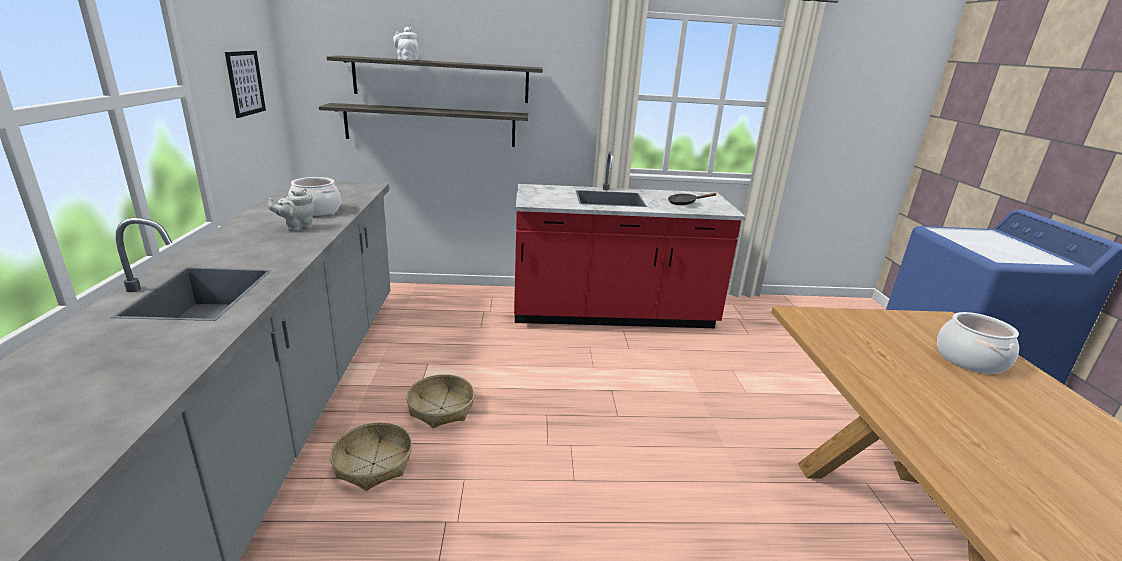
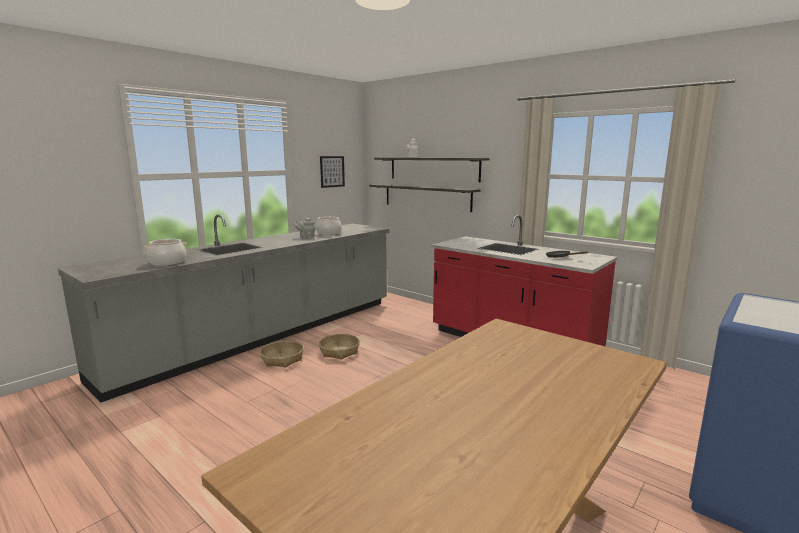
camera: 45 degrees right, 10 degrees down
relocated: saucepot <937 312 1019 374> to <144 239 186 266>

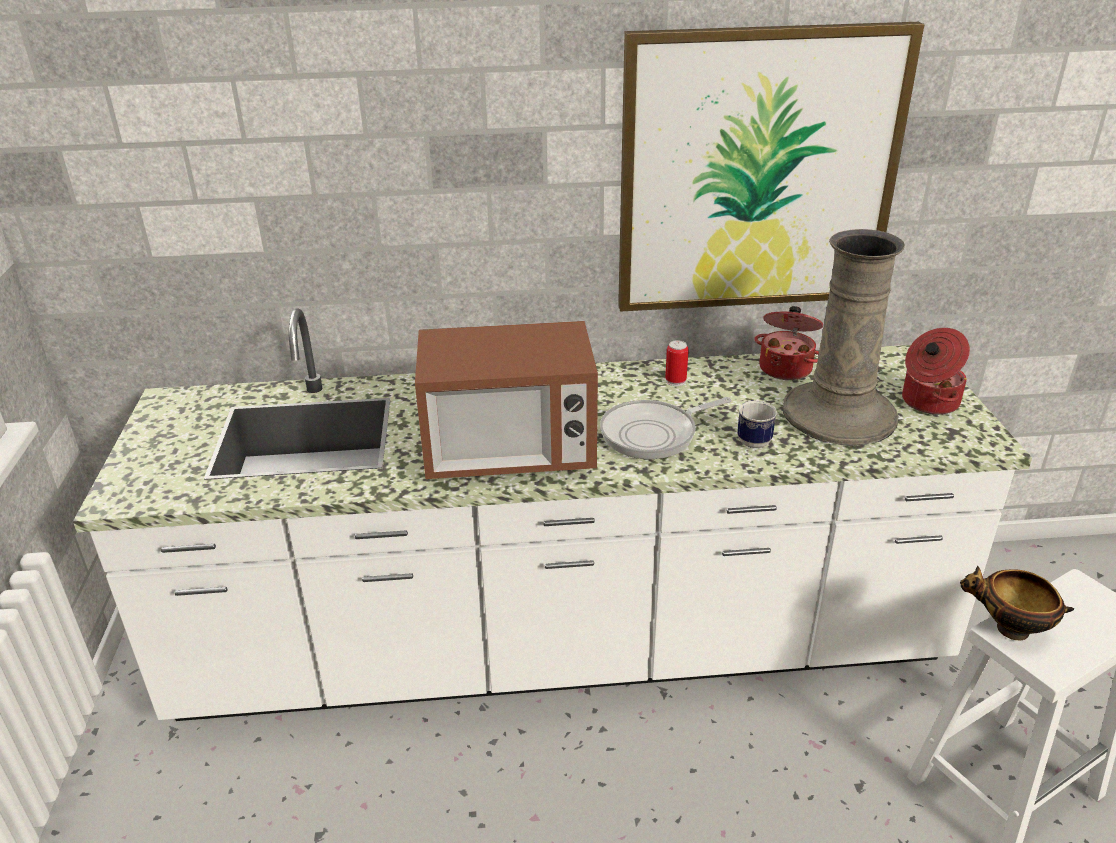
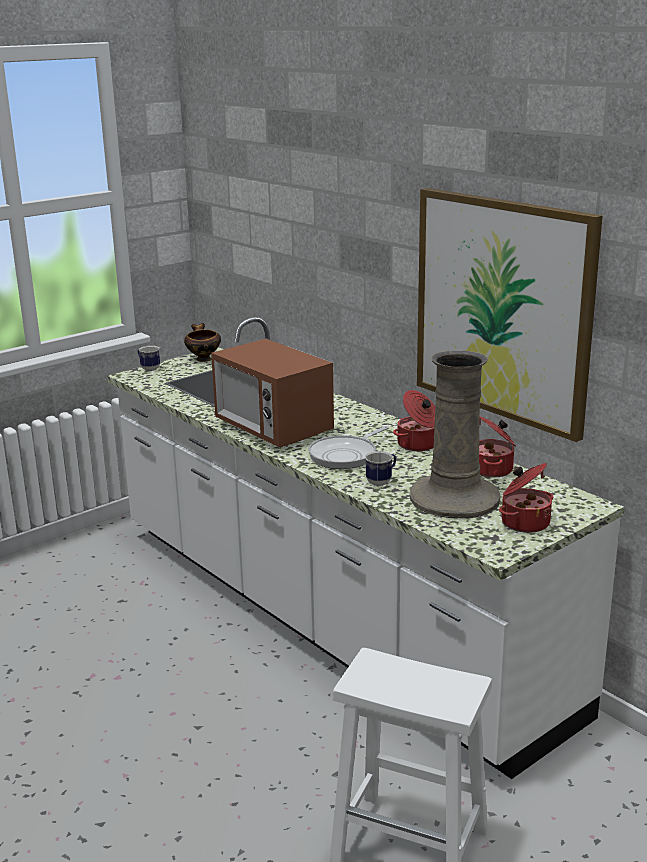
camera: 55 degrees right, 10 degrees down
appeared: coffee mug <138 346 160 371>
relocated: bowl <960 566 1074 640> to <184 323 221 362>
exchanged: can <665 340 689 386> to saucepot <393 390 435 451>
spun: frying pan <600 397 732 459> = <308 426 389 469> 75 degrees counterclockwise

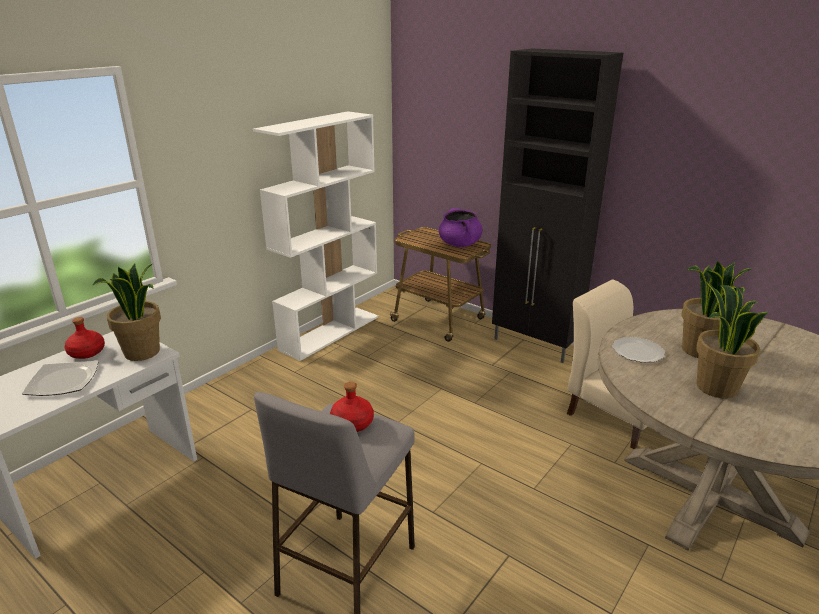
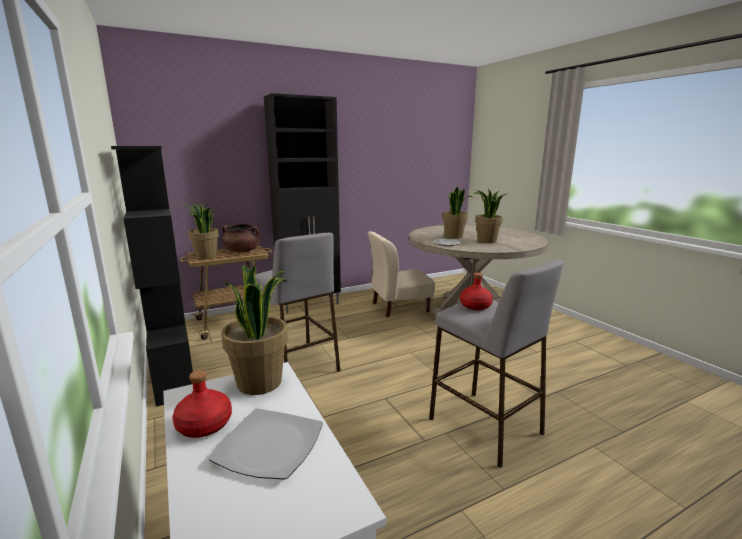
camera: 65 degrees left, 10 degrees down
appeared: potted plant <182 202 219 259>; gray stool <255 233 340 372>
colour: white bookcase <253 111 378 361> to black bookcase <111 146 193 407>; purplish saucepot <439 208 482 247> to brownish saucepot <222 224 260 252>

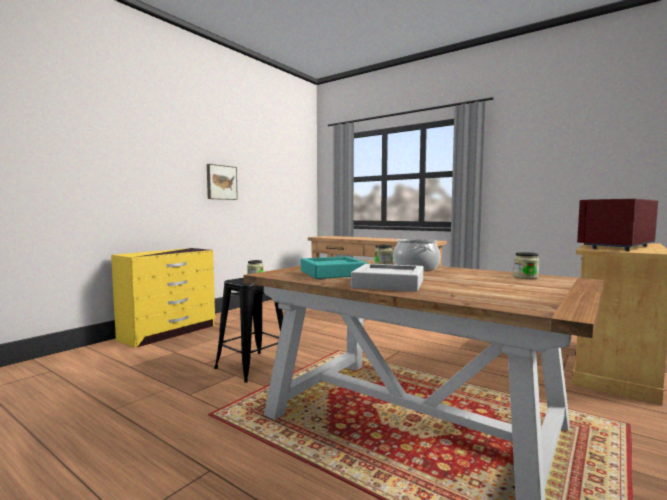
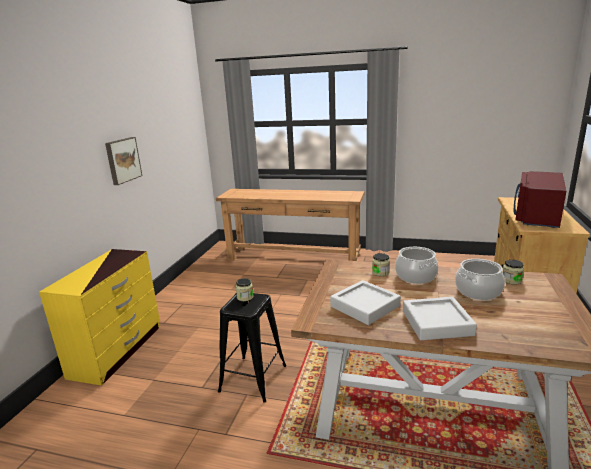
camera: 20 degrees left, 15 degrees up
appeared: saucepot <455 259 505 300>
colour: blue-green carrying tray <301 256 368 279> to gray carrying tray <330 280 401 325>

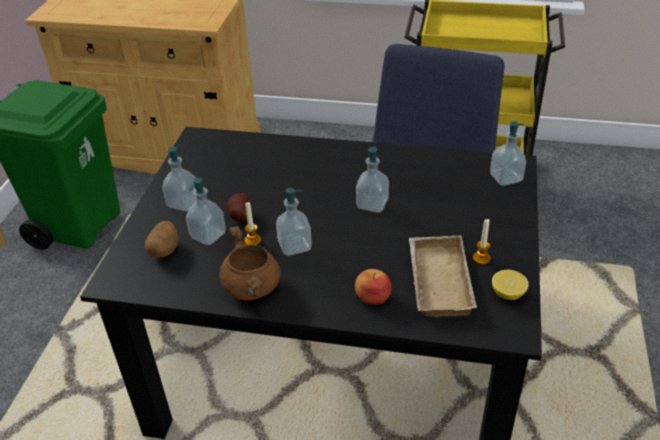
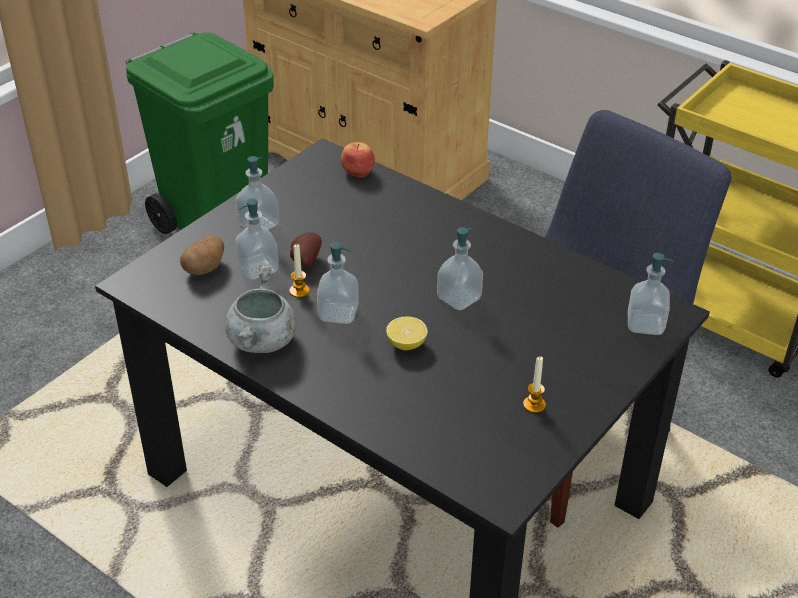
camera: 25 degrees right, 0 degrees up
missing: sand-coloured carrying tray <408 235 477 317>
relocated: apple fruit <355 269 391 305> to <341 142 375 177>; citrus fruit <492 270 529 300> to <386 316 428 350>
colour: brownish saucepot <220 226 280 300> to gray saucepot <225 265 296 353>

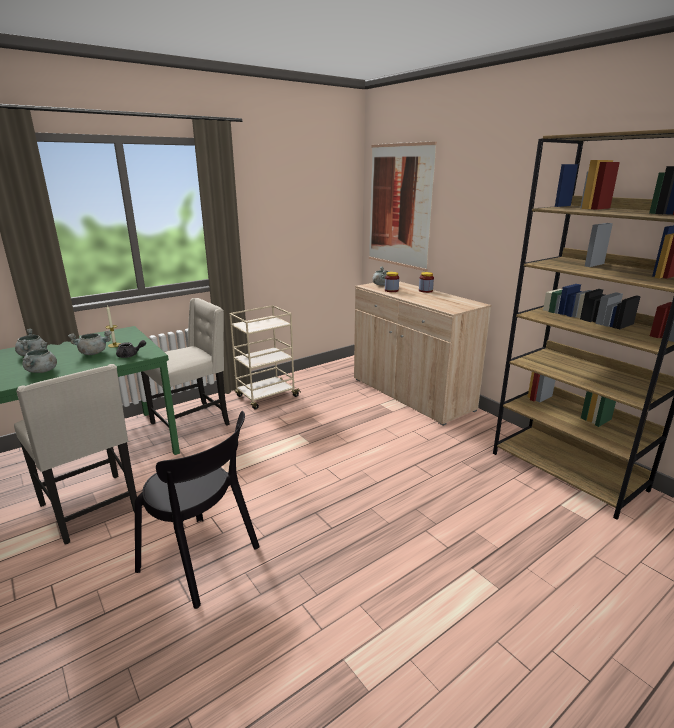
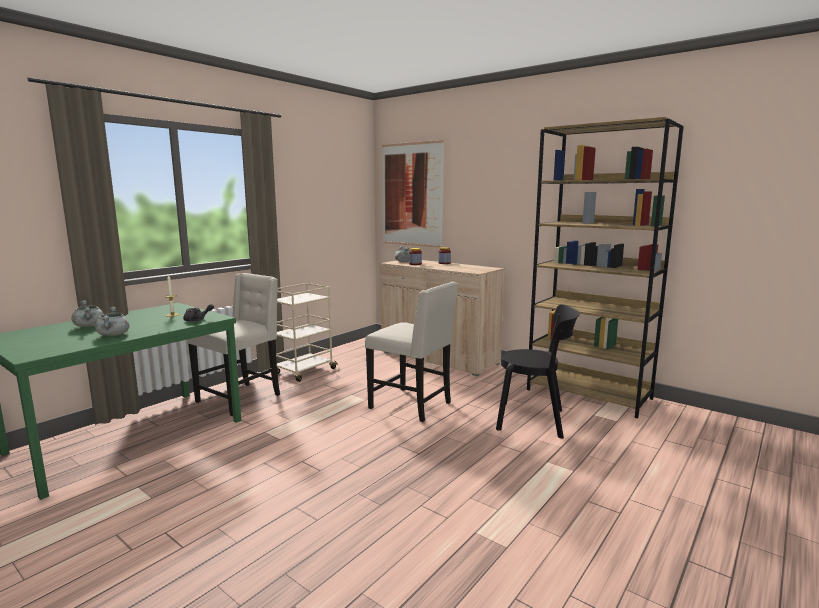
camera: 15 degrees left, 10 degrees down
missing: gray saucepot <68 331 112 355>
relocated: sand-coloured plain chair <14 364 137 545> to <365 282 458 422>; black plain chair <135 411 260 609> to <496 304 579 439>

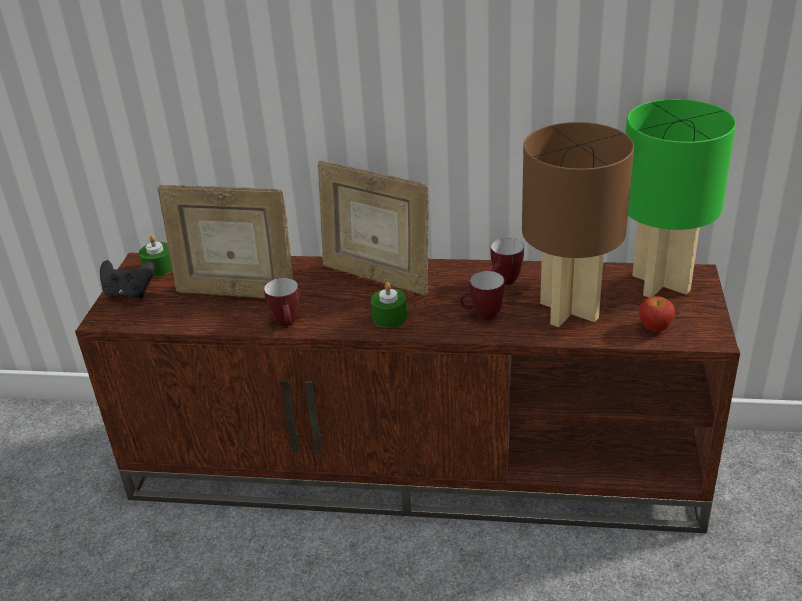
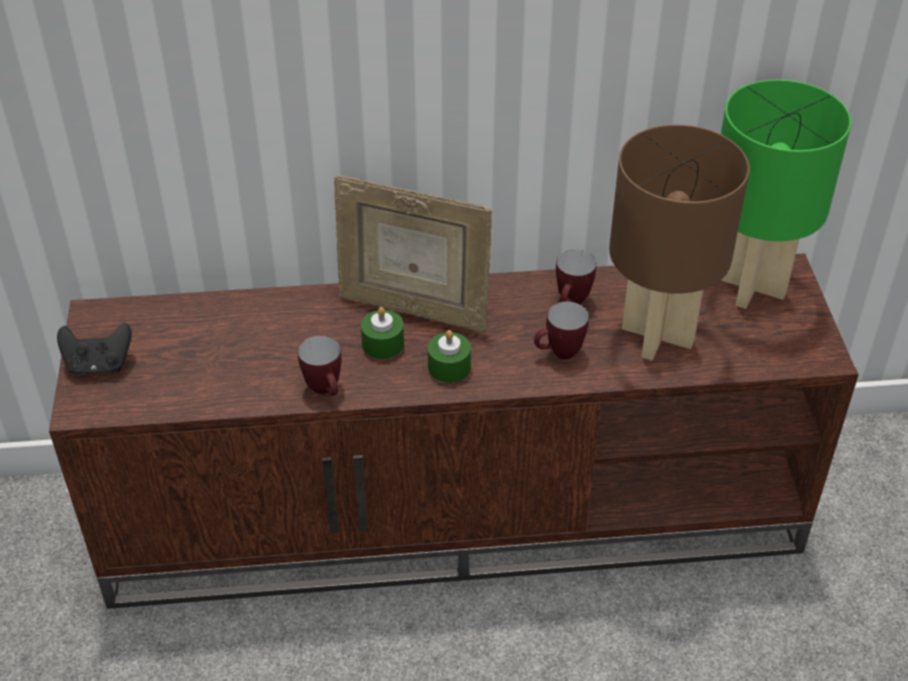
camera: 15 degrees left, 10 degrees up
missing: standing frame <157 185 293 298>; apple fruit <639 296 675 332>
relocated: green-coloured candle <139 235 172 277> to <361 307 404 359>

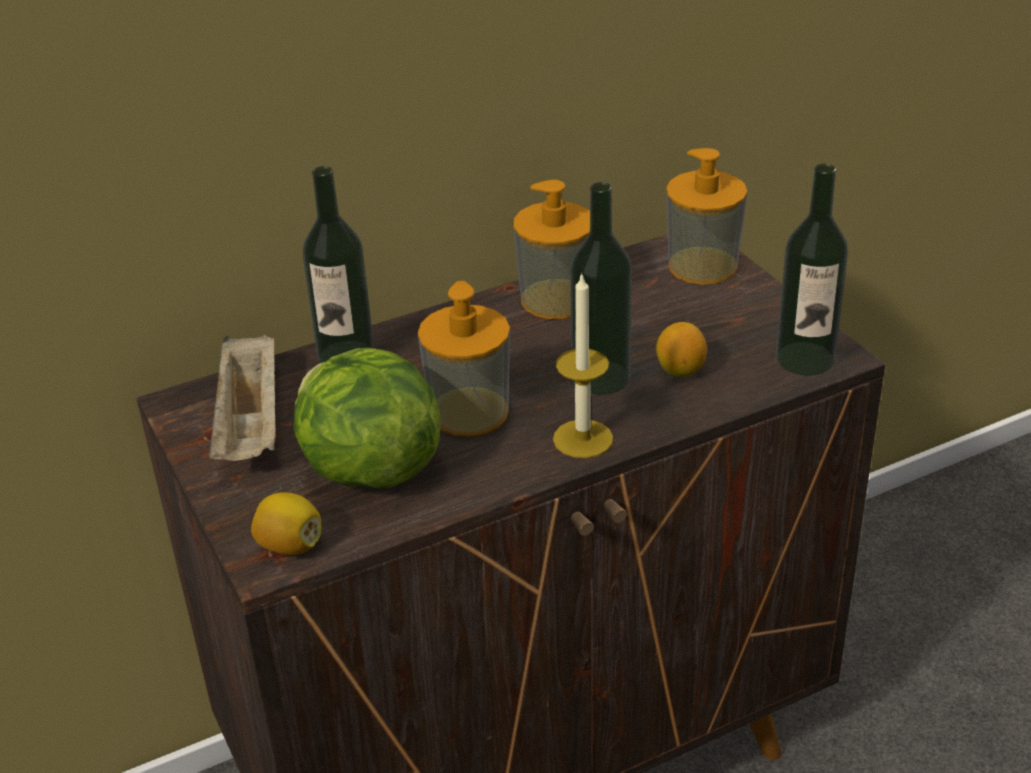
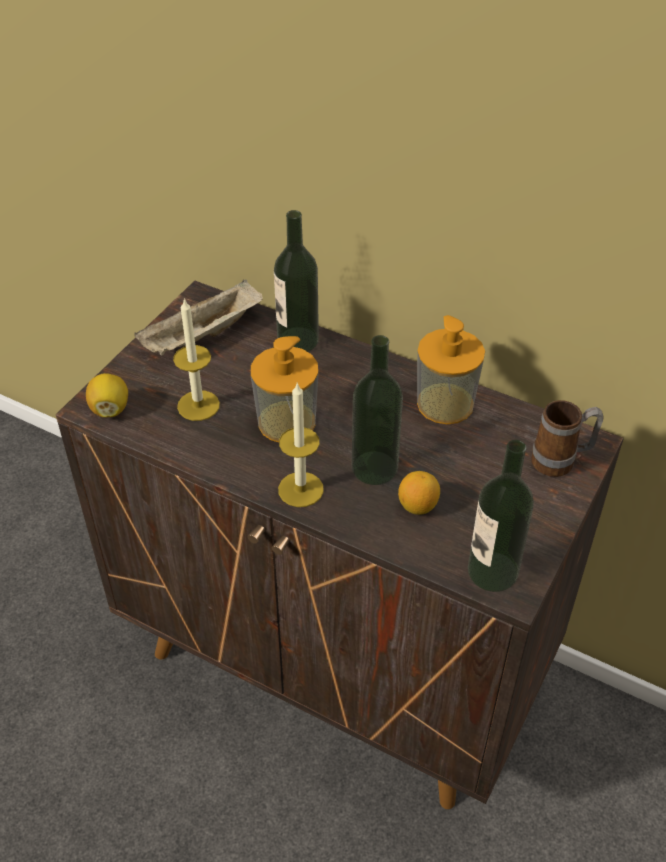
camera: 55 degrees right, 10 degrees up
exchanged: head of lettuce <294 348 441 488> to candle <173 298 220 421>; soap bottle <666 148 747 284> to coffee mug <531 400 604 477>

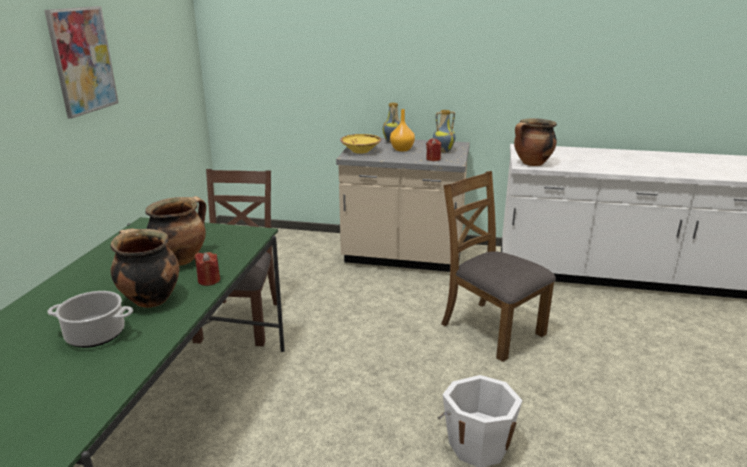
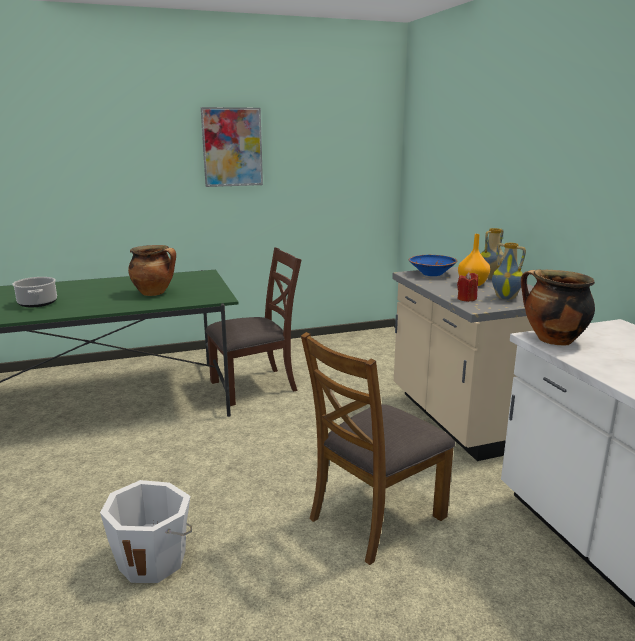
camera: 60 degrees right, 5 degrees down
missing: saucepot <111 228 179 308>; reddish candle <195 252 220 286>
colour: yellow-coloured bowl <340 134 381 154> to blue-coloured bowl <409 255 457 276>
spun: brownish plain chair <441 171 556 362> = <301 332 455 565> 150 degrees counterclockwise

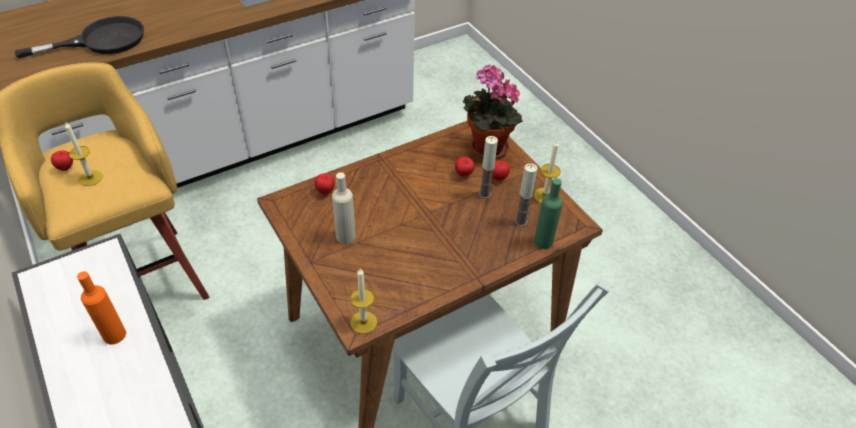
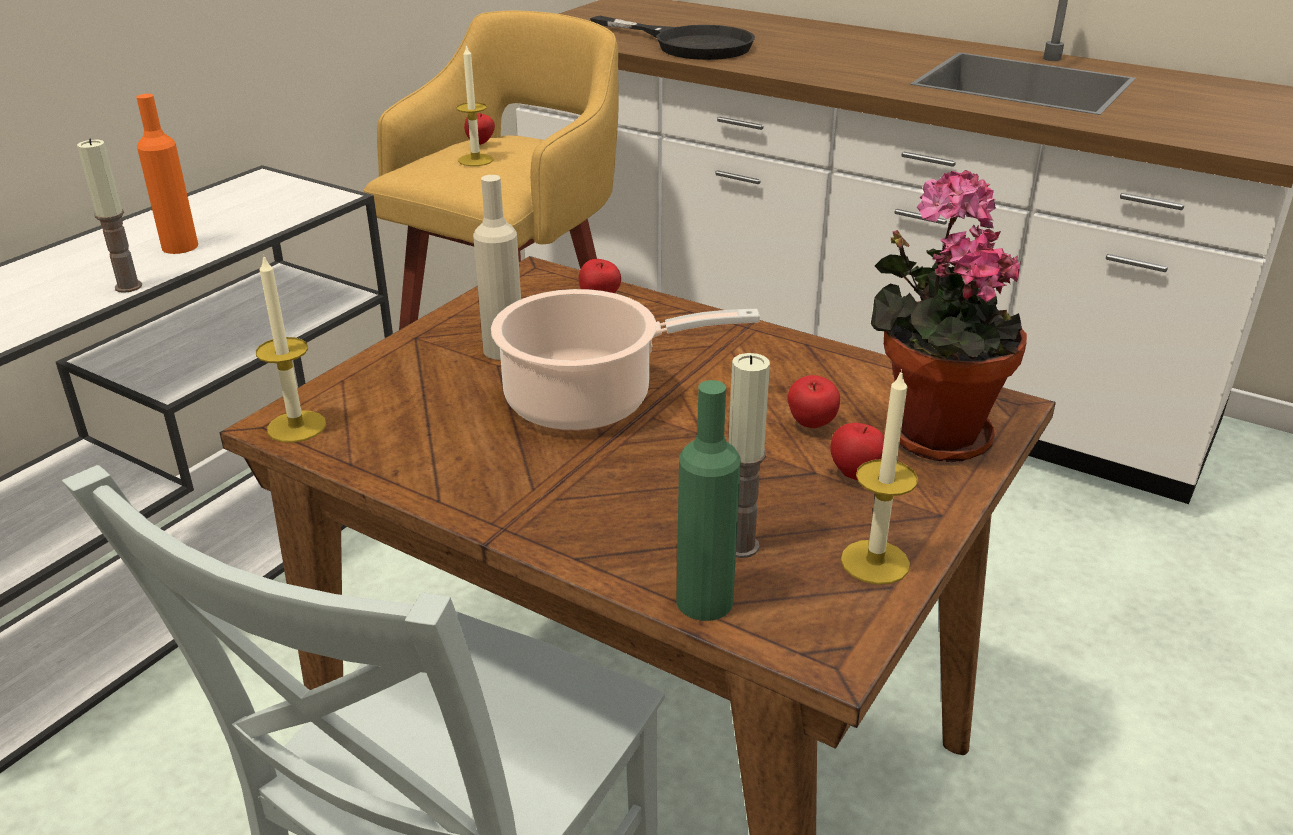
camera: 65 degrees right, 15 degrees down
appeared: saucepot <491 289 760 431>
relocated: candle <479 136 498 199> to <77 138 142 293>

